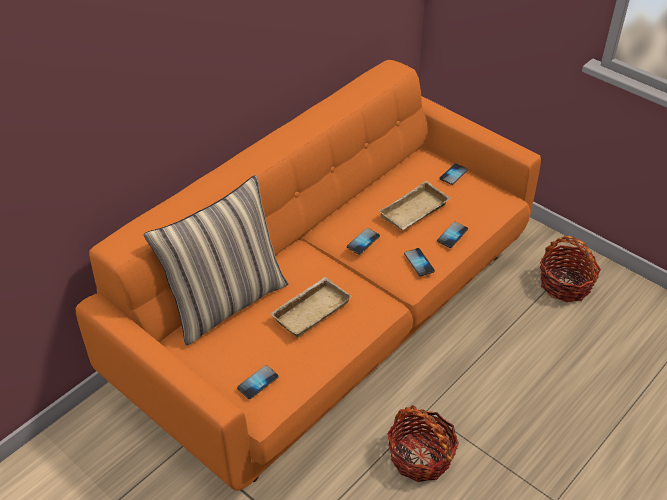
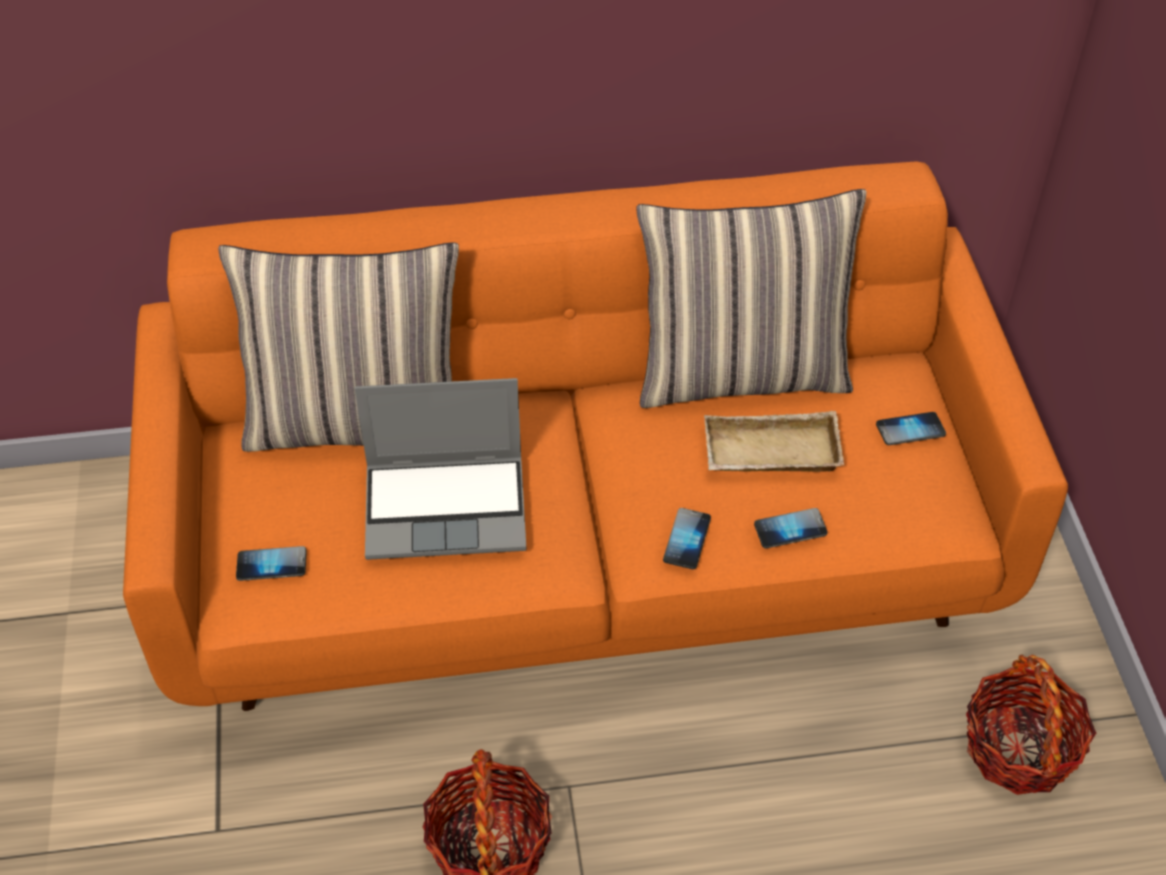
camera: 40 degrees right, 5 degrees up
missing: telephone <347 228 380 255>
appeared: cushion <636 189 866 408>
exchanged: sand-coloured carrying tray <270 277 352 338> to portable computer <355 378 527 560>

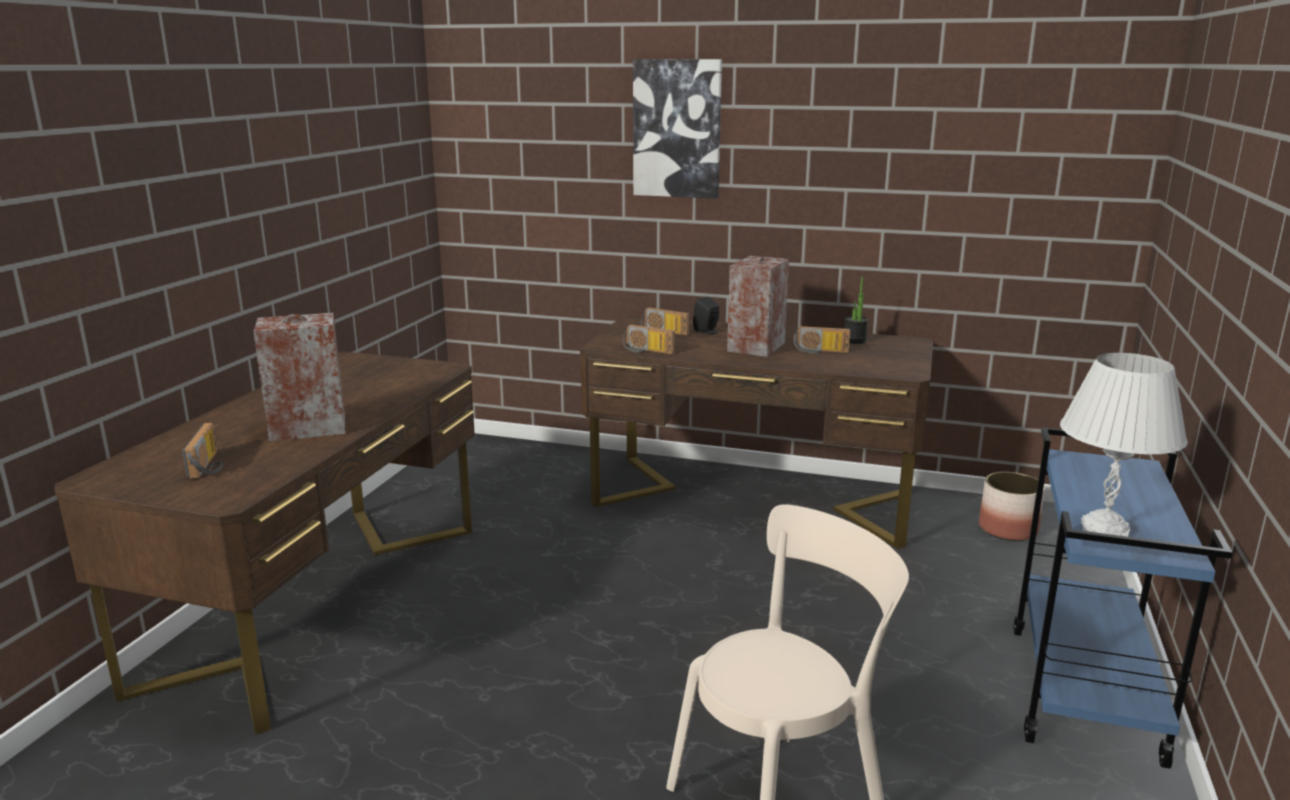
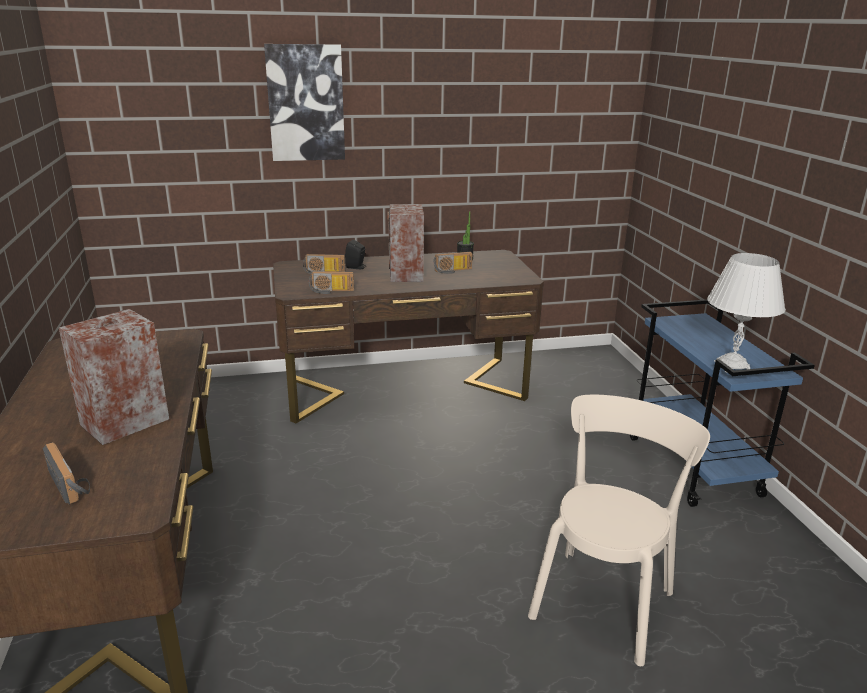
camera: 30 degrees left, 5 degrees up
missing: flower pot <979 472 1045 541>

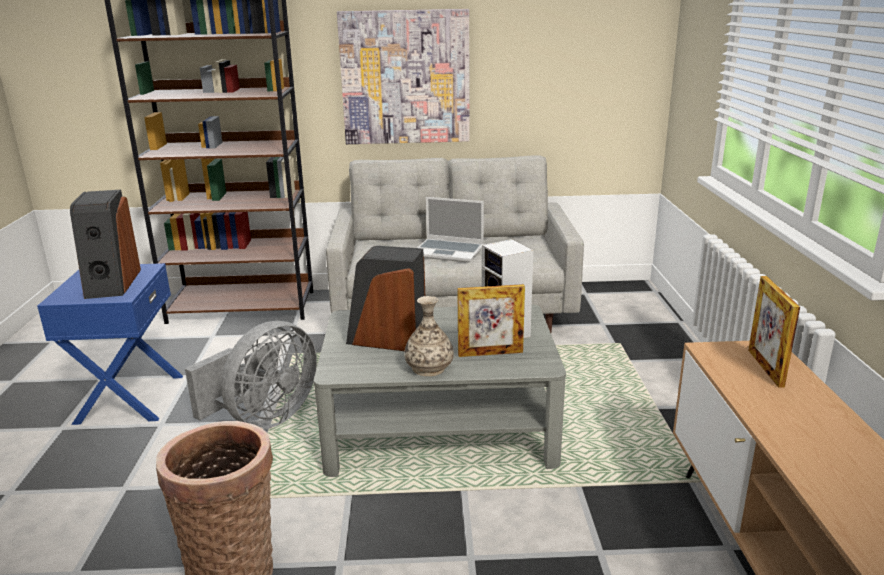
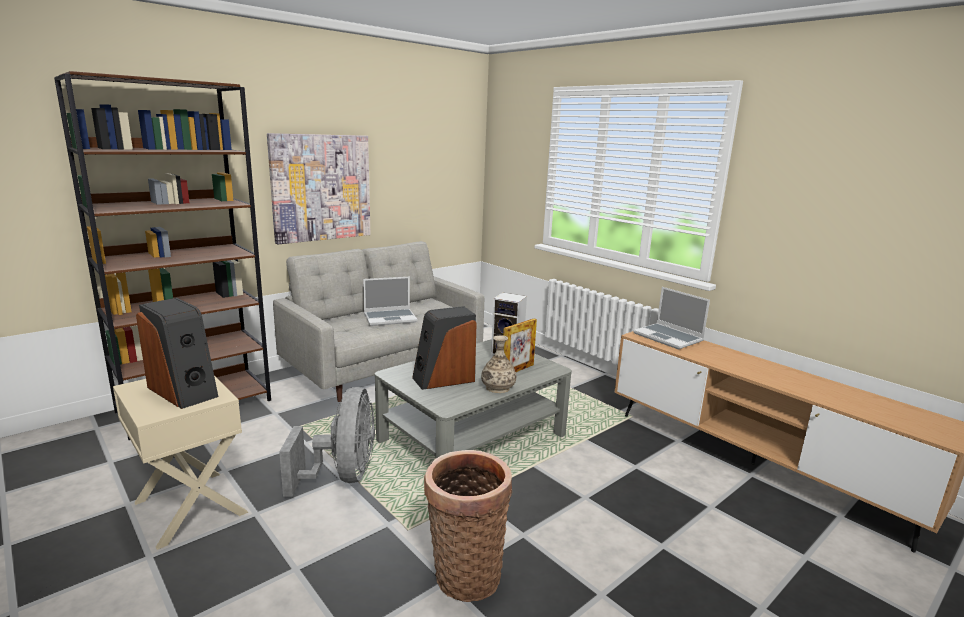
camera: 40 degrees left, 5 degrees down
exchanged: standing frame <748 276 800 388> to portable computer <633 287 710 350>
colour: blue-coloured side table <37 263 183 425> to sand-coloured side table <113 375 248 550>

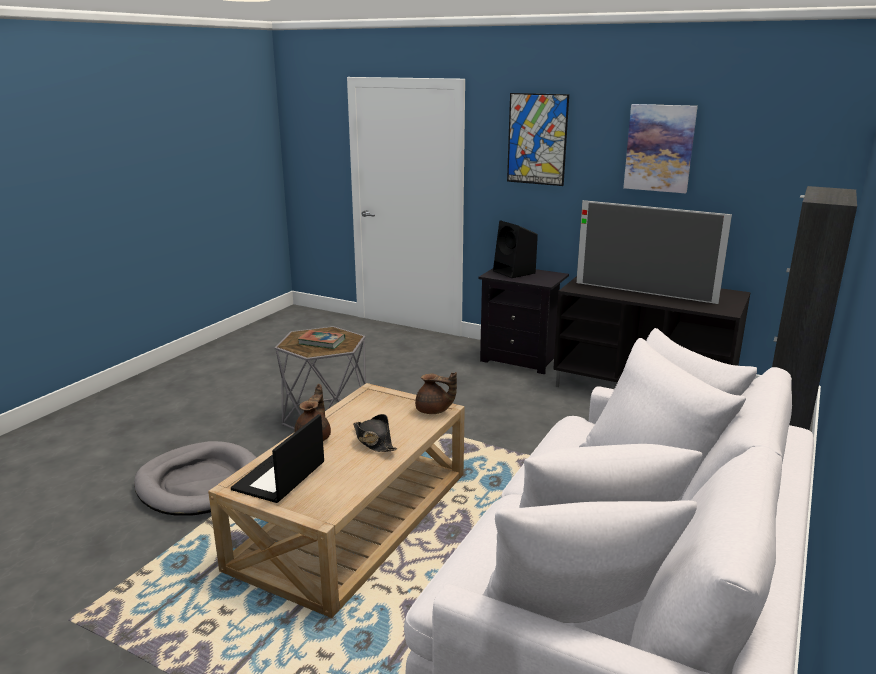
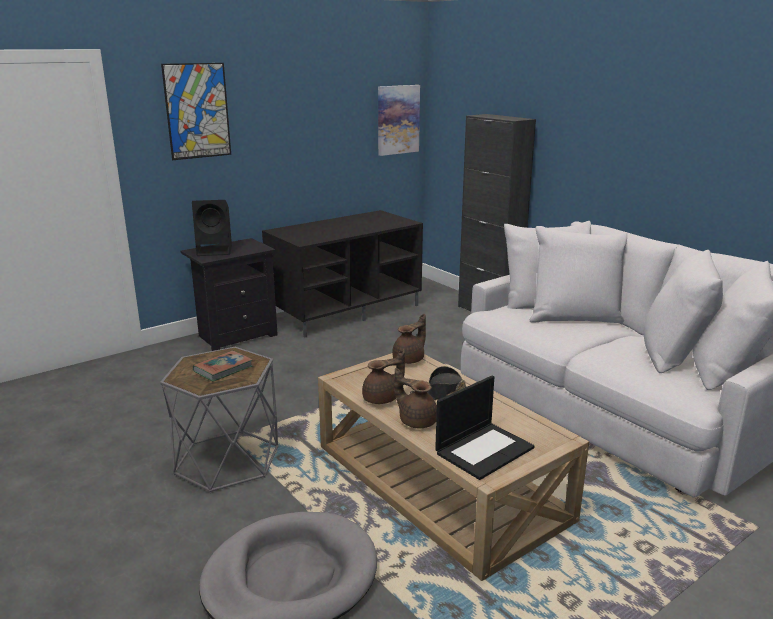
camera: 65 degrees left, 0 degrees up
missing: TV <576 200 732 304>
appeared: brownish pot for tea <362 350 405 404>
relocated: wall picture <623 104 698 193> to <378 85 420 156>
spun: portable computer <231 414 324 503> = <435 376 535 480> 90 degrees counterclockwise

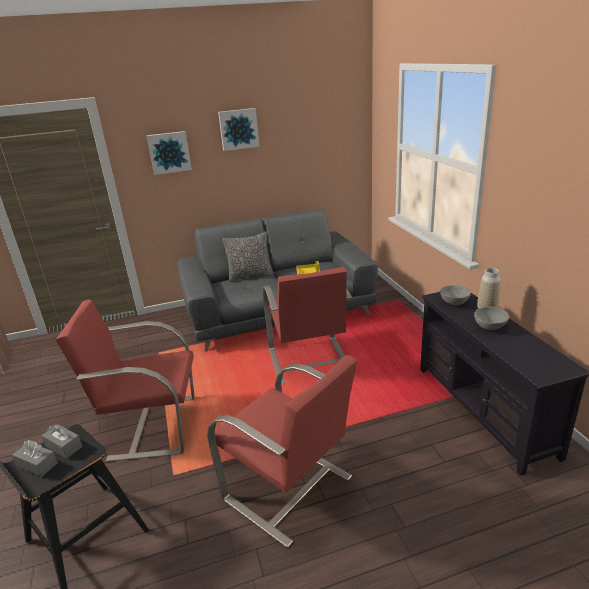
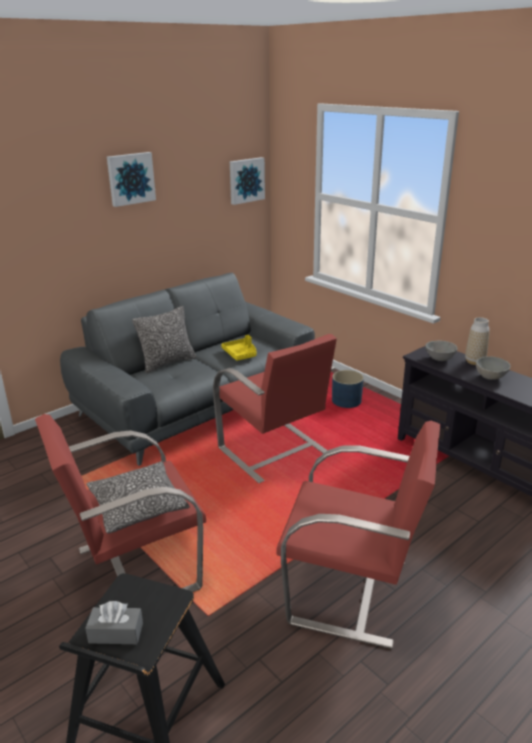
camera: 25 degrees left, 0 degrees up
missing: gray tissue holder <41 424 83 459>
appeared: cushion <86 462 190 533>; blue-coloured flower pot <332 370 364 408>
relocated: wall picture <146 131 192 175> to <230 157 265 205>

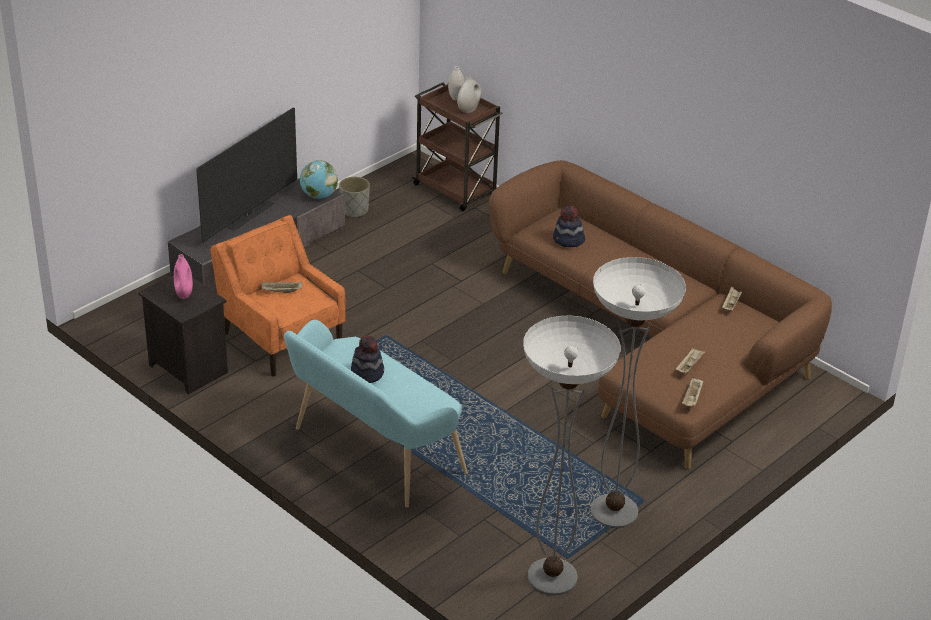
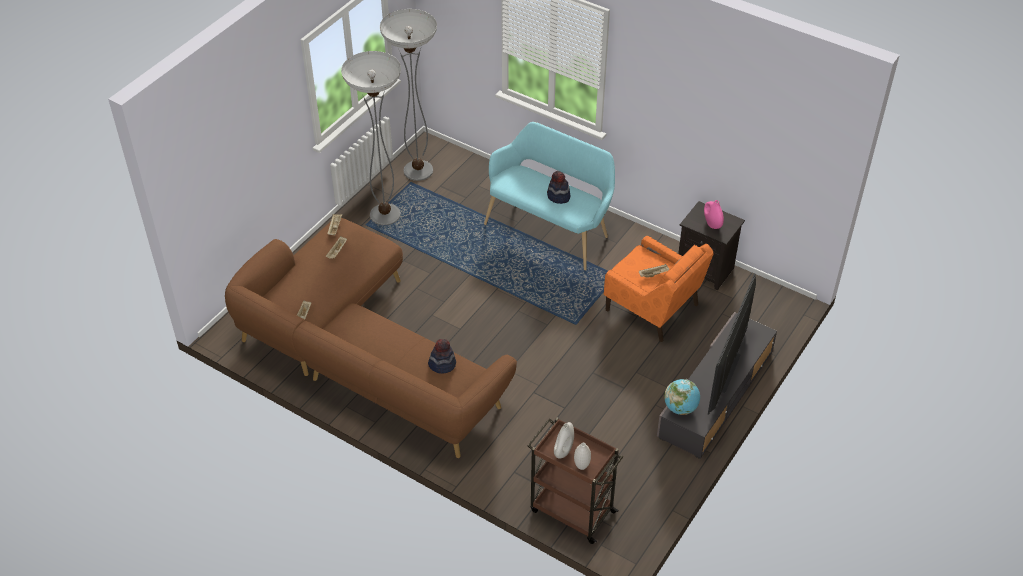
camera: 170 degrees right, 10 degrees up
missing: gray flower pot <339 177 370 218>

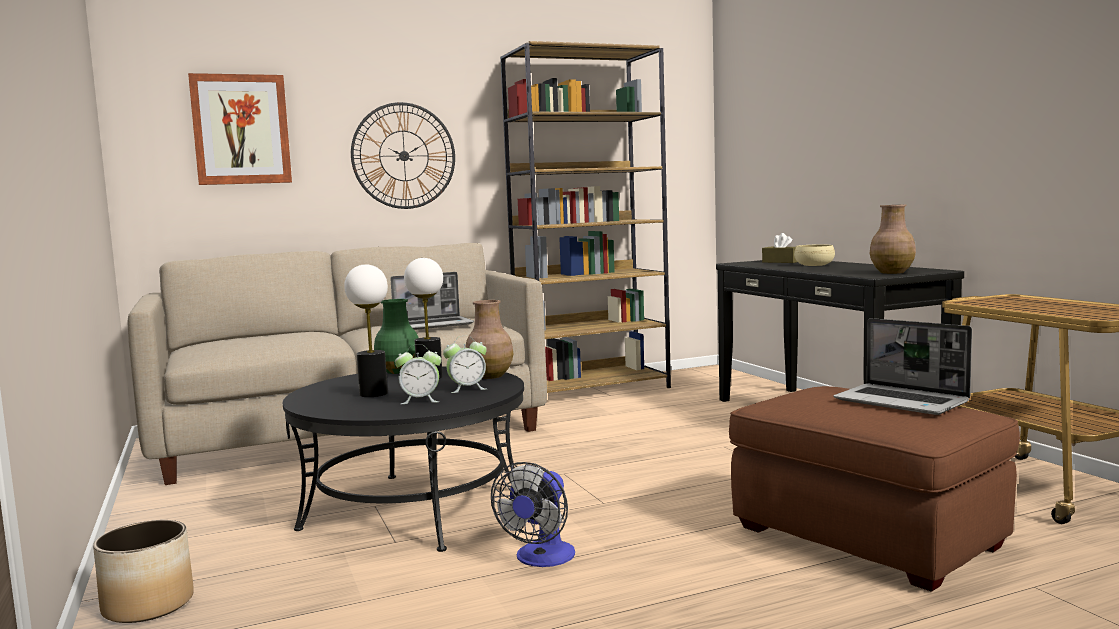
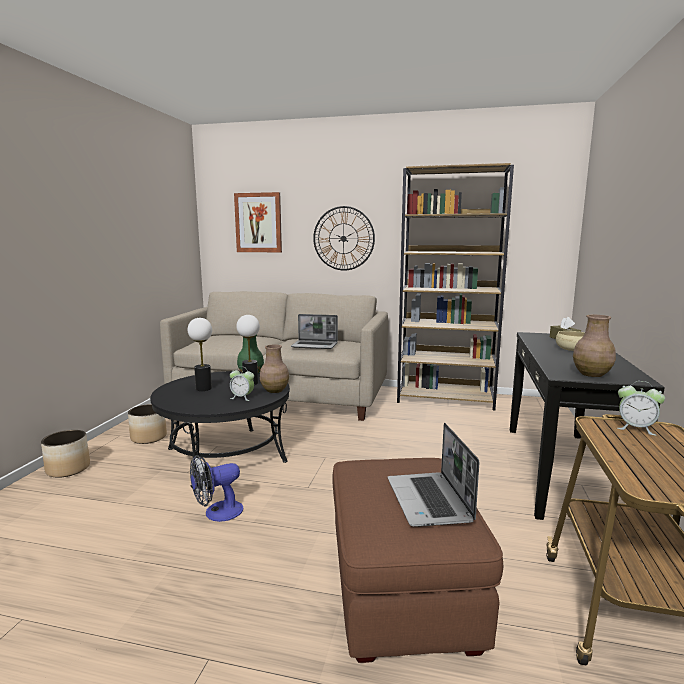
camera: 35 degrees right, 5 degrees up
appeared: flower pot <128 404 167 444>
relocated: bedside clock <395 344 441 404> to <617 381 665 436>

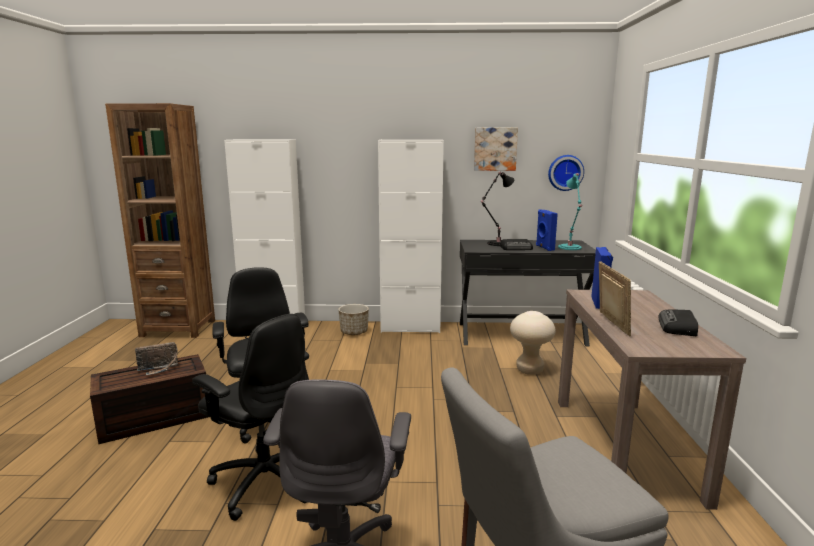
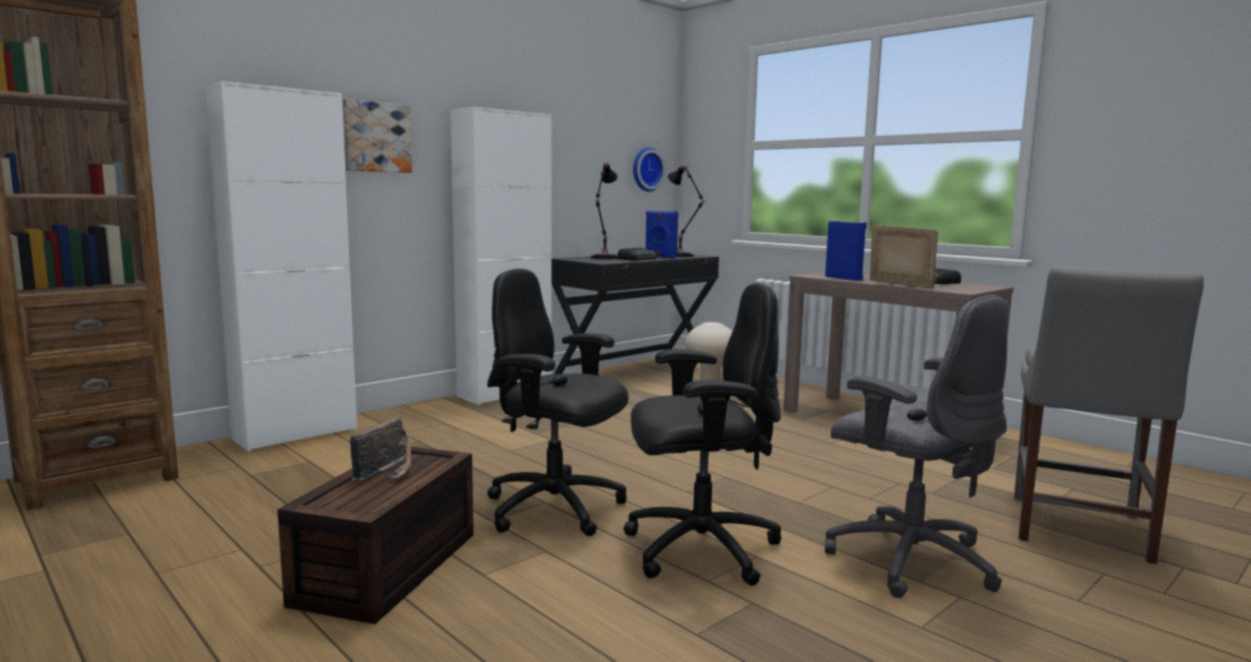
camera: 45 degrees left, 5 degrees down
missing: flower pot <338 304 369 335>
relocated: wall picture <474 128 518 171> to <343 99 412 173>
colour: blue-green tabletop lamp <558 173 582 250> to black tabletop lamp <668 165 705 257>

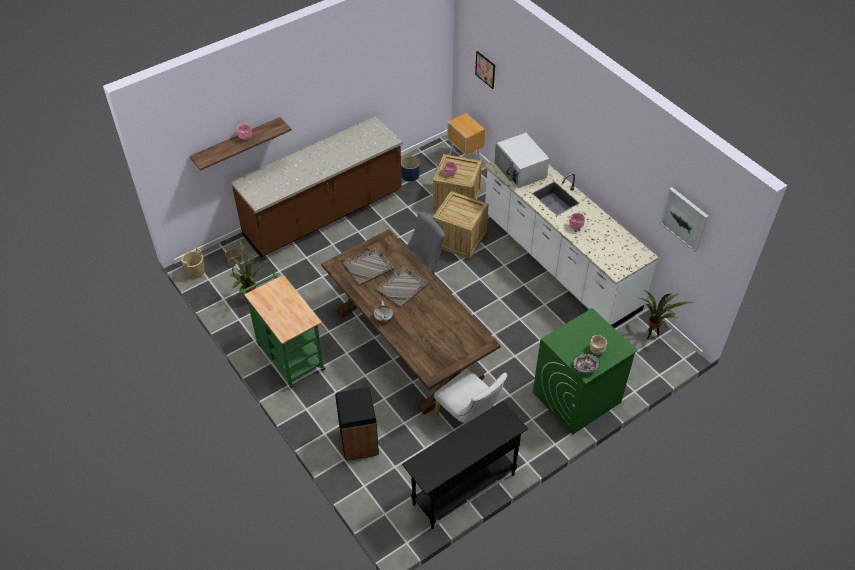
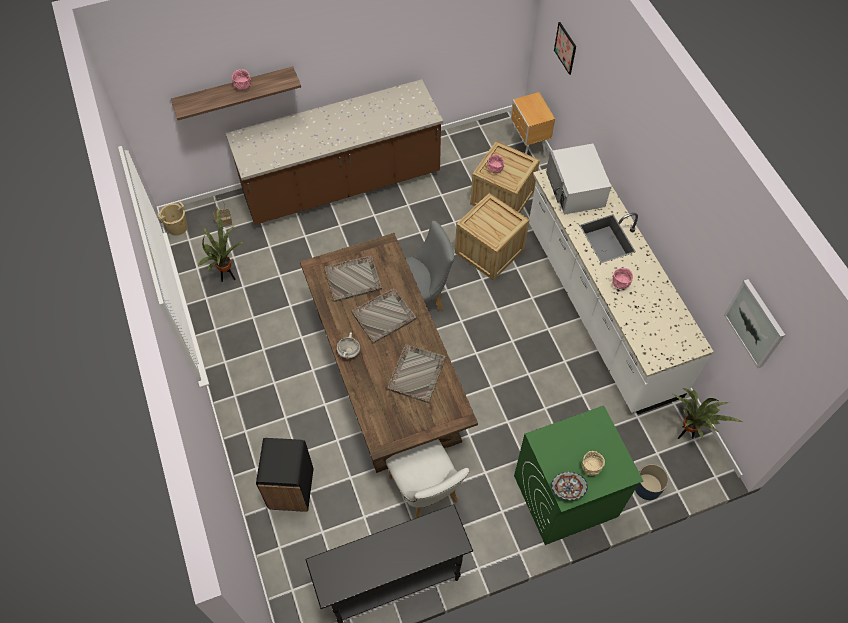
camera: 15 degrees right, 10 degrees up
missing: green-coloured cart <240 272 326 388>
appeared: gray carrying tray <387 344 446 403>
relocated: blue-coloured flower pot <401 156 420 181> to <635 464 669 500>

